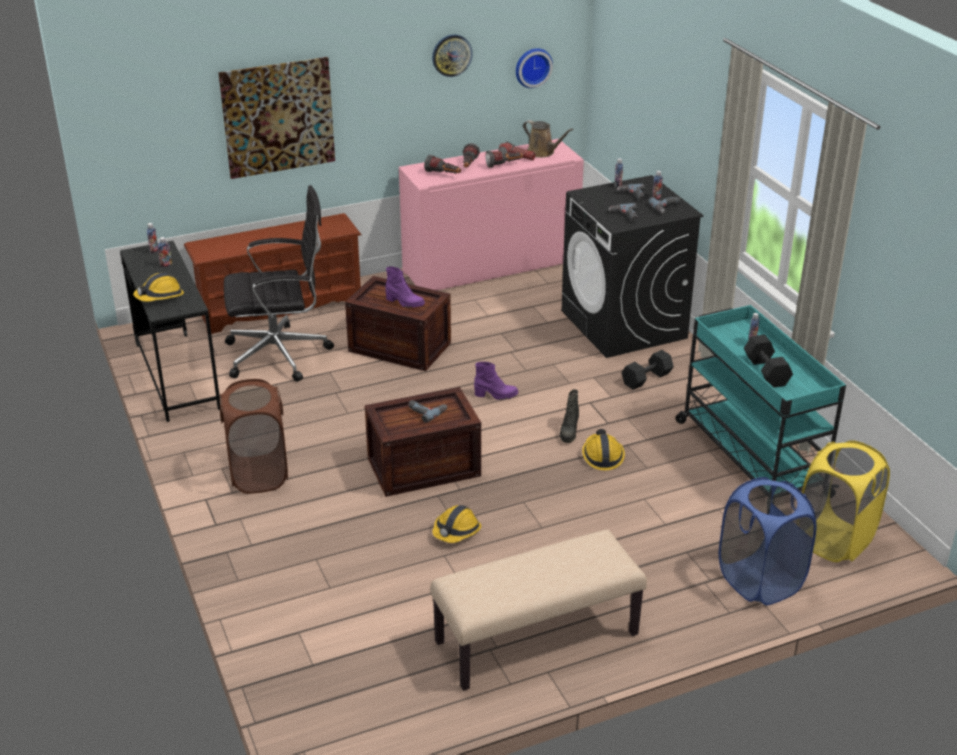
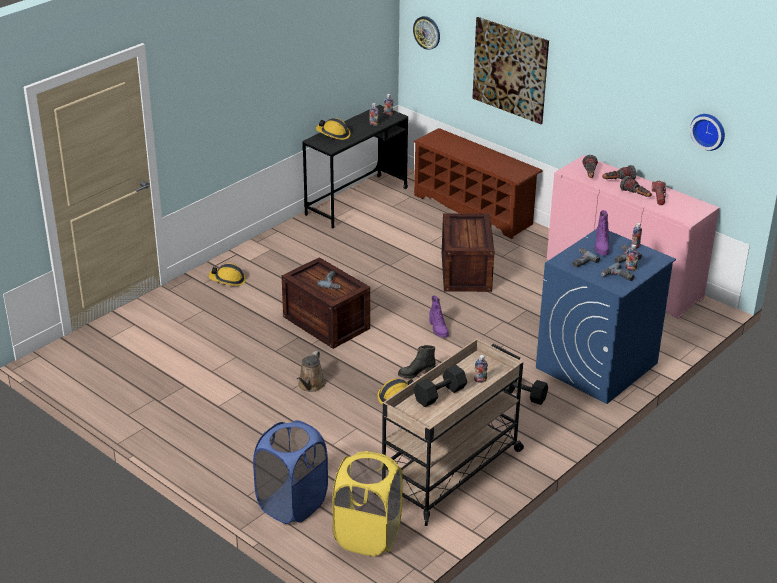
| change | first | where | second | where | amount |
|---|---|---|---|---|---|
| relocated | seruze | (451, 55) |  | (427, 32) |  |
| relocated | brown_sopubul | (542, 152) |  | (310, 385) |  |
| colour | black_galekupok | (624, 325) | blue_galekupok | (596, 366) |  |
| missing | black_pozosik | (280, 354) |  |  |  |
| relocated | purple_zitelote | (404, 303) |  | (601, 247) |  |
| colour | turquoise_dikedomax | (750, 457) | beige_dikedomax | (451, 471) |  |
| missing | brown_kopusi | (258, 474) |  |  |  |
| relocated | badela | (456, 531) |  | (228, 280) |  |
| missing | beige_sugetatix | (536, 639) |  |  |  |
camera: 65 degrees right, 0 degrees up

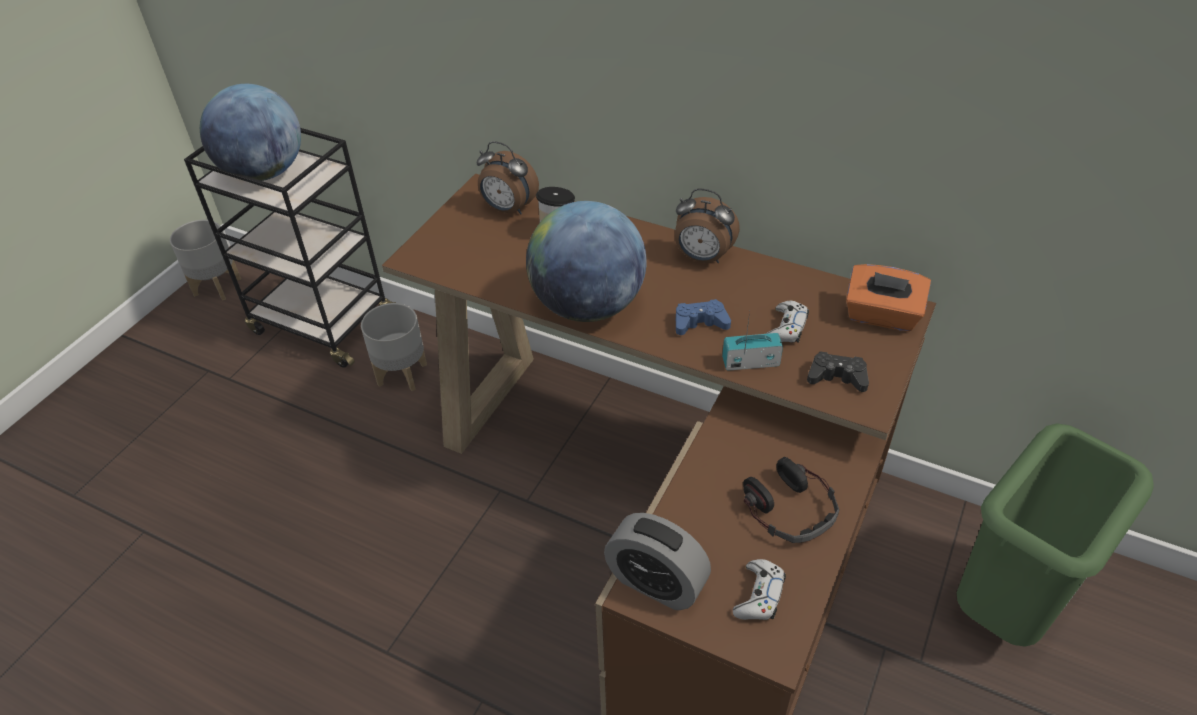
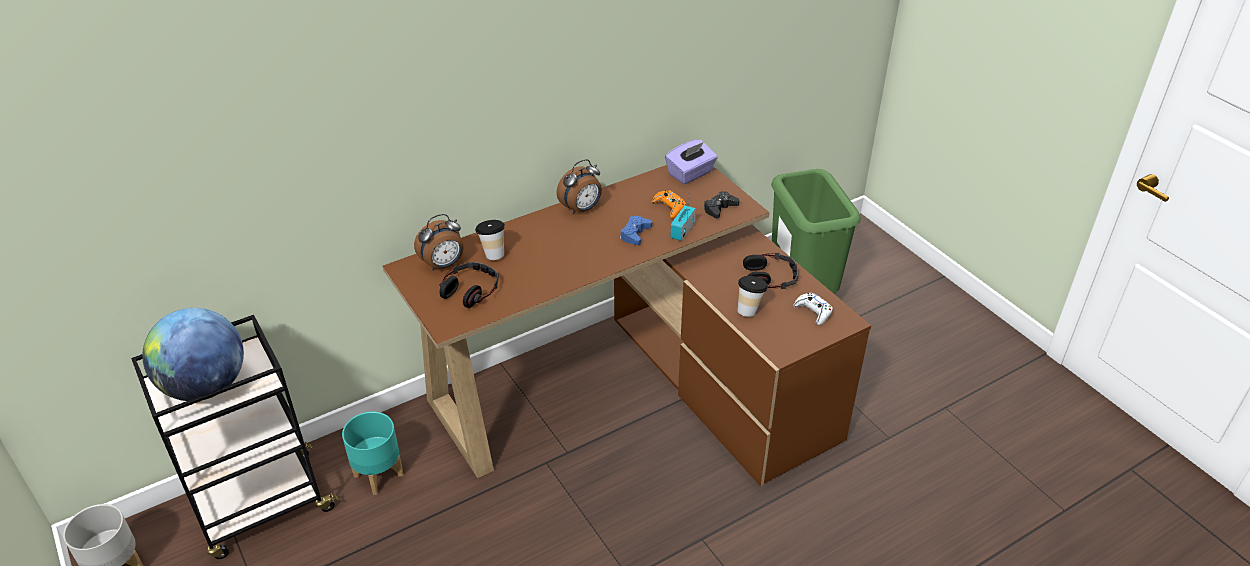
| change | first | where | second | where | amount |
|---|---|---|---|---|---|
| missing | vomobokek | (588, 306) |  |  |  |
| colour | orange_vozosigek | (881, 316) | purple_vozosigek | (690, 174) |  |
| colour | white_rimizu | (786, 328) | orange_rimizu | (669, 207) |  |
| colour | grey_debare | (403, 374) | turquoise_debare | (379, 474) |  |
| missing | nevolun | (656, 582) |  |  |  |
| appeared |  |  | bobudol | (470, 290) |  |
| appeared |  |  | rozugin | (749, 310) |  |
camera: 60 degrees left, 5 degrees down

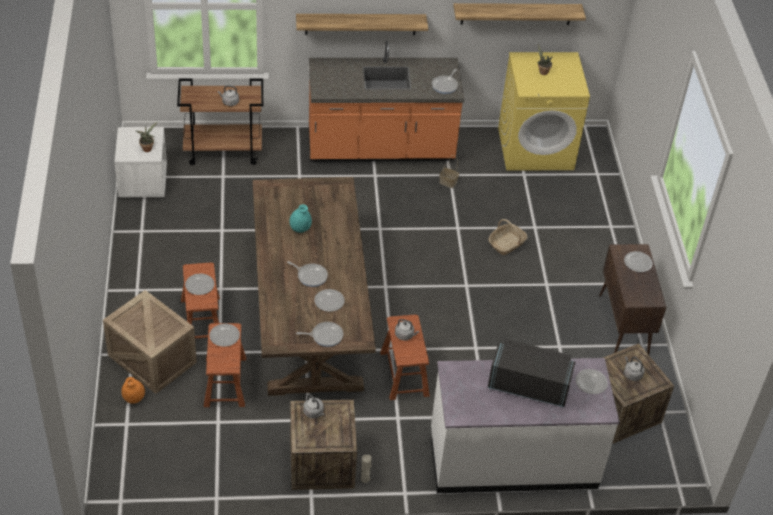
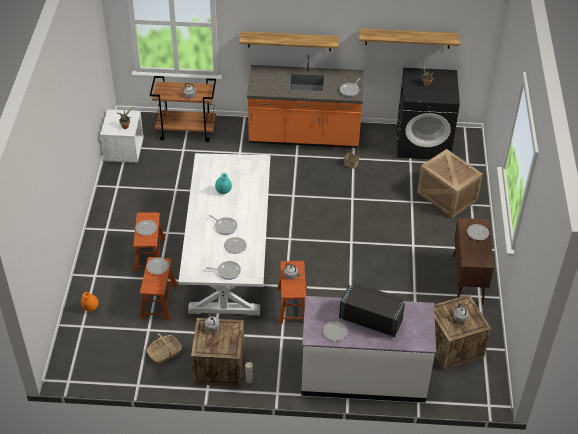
| change | first | where | second | where | amount |
|---|---|---|---|---|---|
| colour | yellow_galekupok | (536, 148) | black_galekupok | (423, 142) |  |
| colour | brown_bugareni | (308, 316) | white_bugareni | (228, 257) |  |
| relocated | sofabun | (507, 244) |  | (164, 353) |  |
| relocated | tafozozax | (153, 359) |  | (448, 196) |  |
| relocated | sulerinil | (591, 382) |  | (335, 331) |  |
camera: 10 degrees right, 0 degrees up

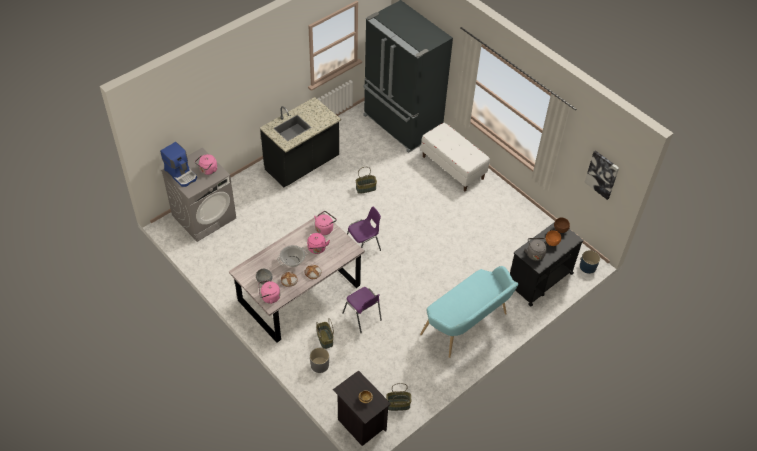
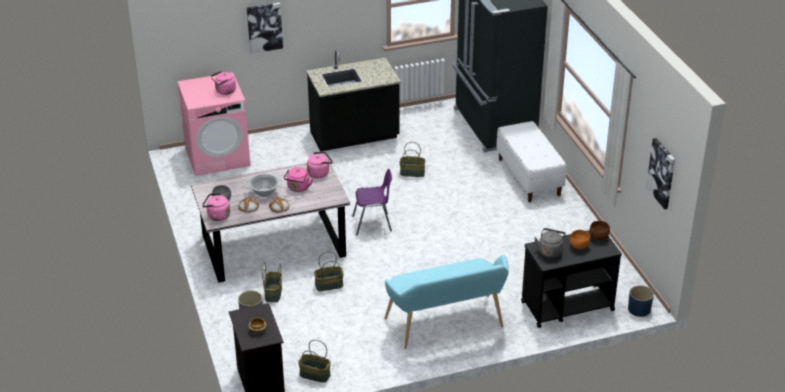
| change | first | where | second | where | amount |
|---|---|---|---|---|---|
| missing | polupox | (181, 174) |  |  |  |
| colour | grey_galekupok | (204, 216) | pink_galekupok | (218, 156) |  |
| exchanged | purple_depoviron | (362, 317) | sofabun | (329, 285) |  |
| appeared |  |  | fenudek | (264, 27) |  |
camera: 25 degrees right, 15 degrees down

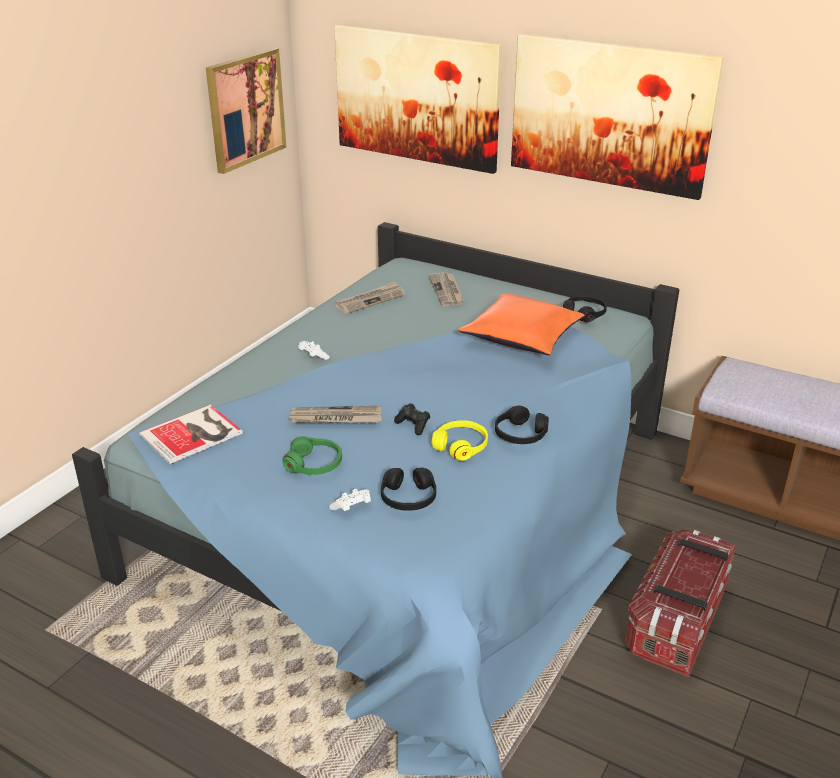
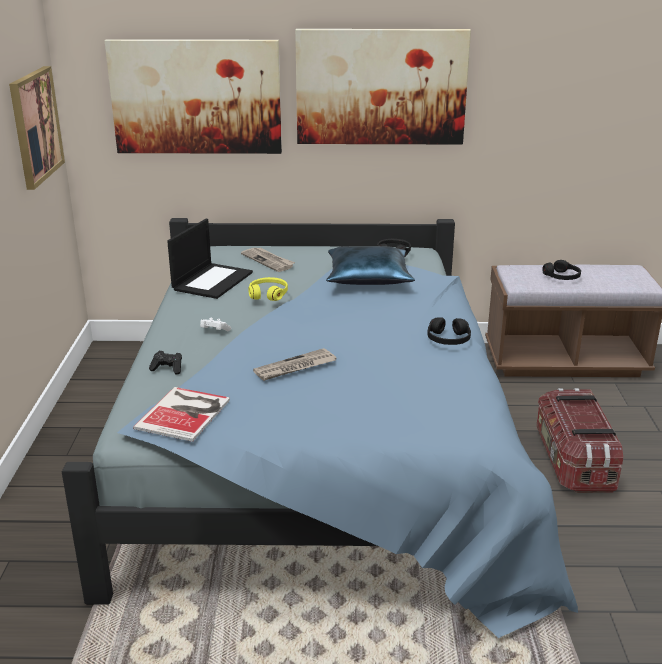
| change | first | where | second | where | amount |
|---|---|---|---|---|---|
| exchanged | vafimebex | (370, 300) | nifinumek | (212, 280) |  |
| colour | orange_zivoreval | (523, 336) | blue_zivoreval | (369, 277) |  |
| relocated | black_rimizu | (413, 425) |  | (168, 369) |  |
| relocated | yellow_bobudol | (461, 446) |  | (268, 294) |  |
| missing | green_bobudol | (314, 464) |  |  |  |
| relocated | black_bobudol | (408, 498) |  | (562, 277) |  |
| missing | white_rimizu | (352, 508) |  |  |  |
camera: 30 degrees left, 5 degrees down

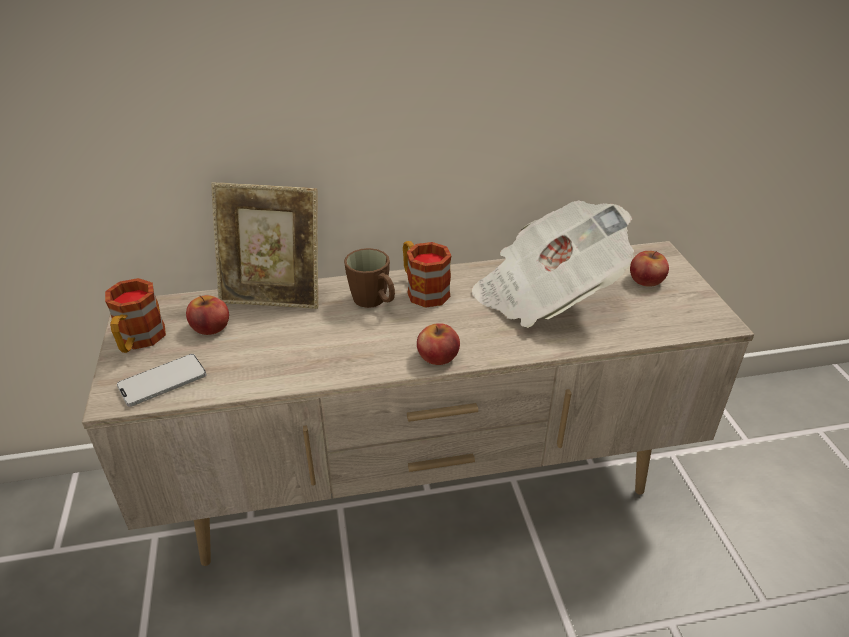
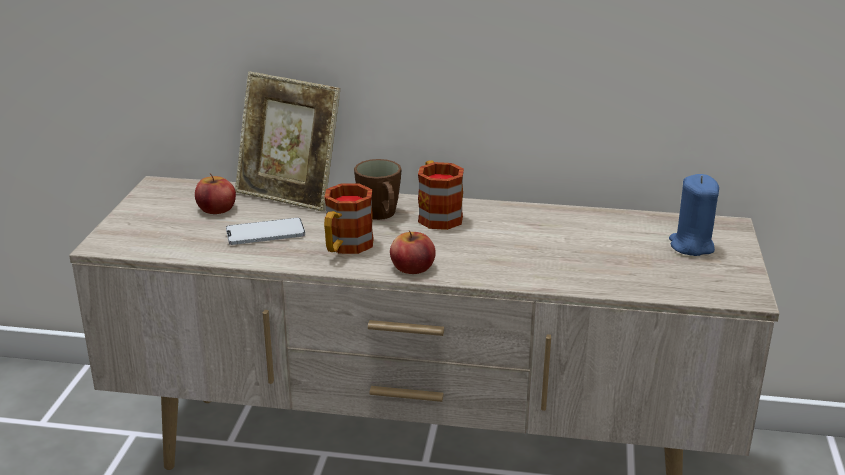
| change | first | where | second | where | amount |
|---|---|---|---|---|---|
| missing | vafimebex | (546, 294) |  |  |  |
| exchanged | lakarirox | (646, 279) | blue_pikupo | (691, 246) |  |
| relocated | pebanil | (138, 341) |  | (345, 247) |  |
| relocated | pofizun | (162, 381) |  | (265, 233) |  |
camera: 20 degrees right, 10 degrees down

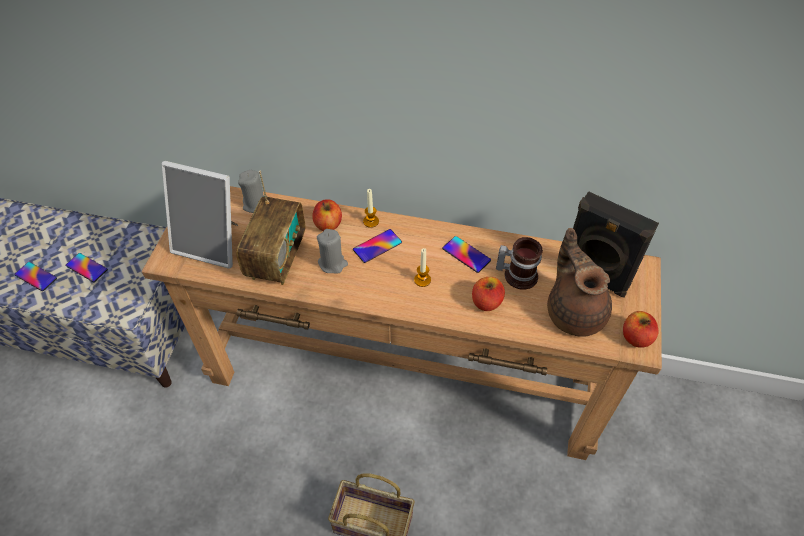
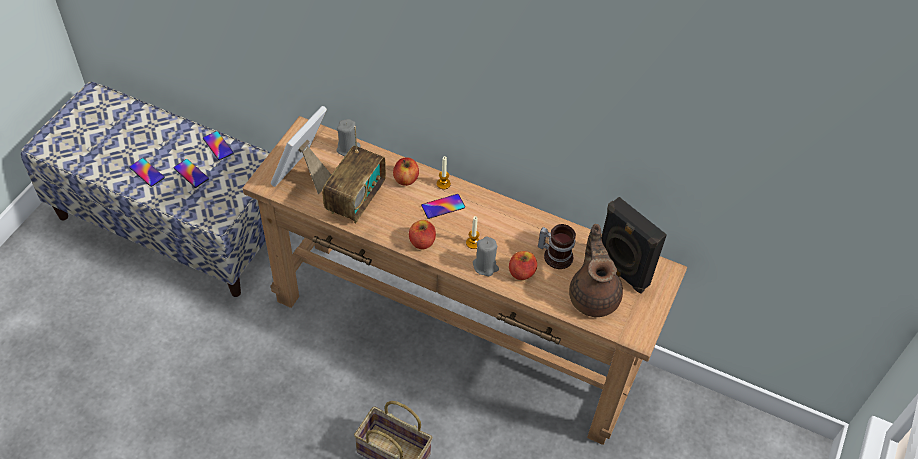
| change | first | where | second | where | amount |
|---|---|---|---|---|---|
| spun | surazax | (212, 243) |  | (304, 176) | 90 degrees clockwise |
| relocated | grey_pikupo | (332, 263) |  | (485, 266) |  |
| relocated | pofizun | (466, 254) |  | (218, 146) |  |
| relocated | lakarirox | (635, 337) |  | (422, 242) |  |
camera: 10 degrees right, 0 degrees up

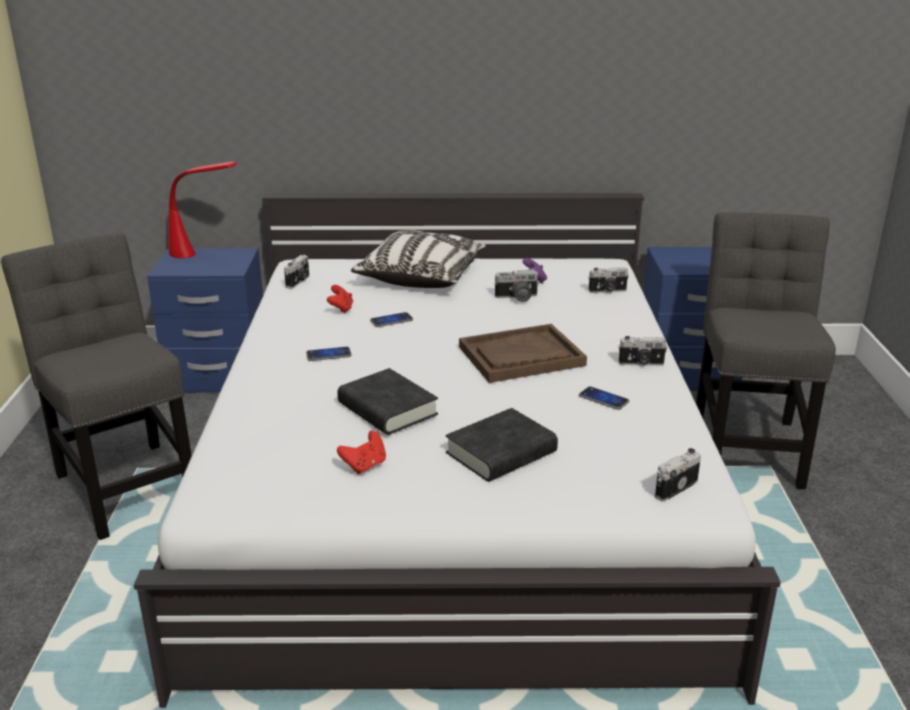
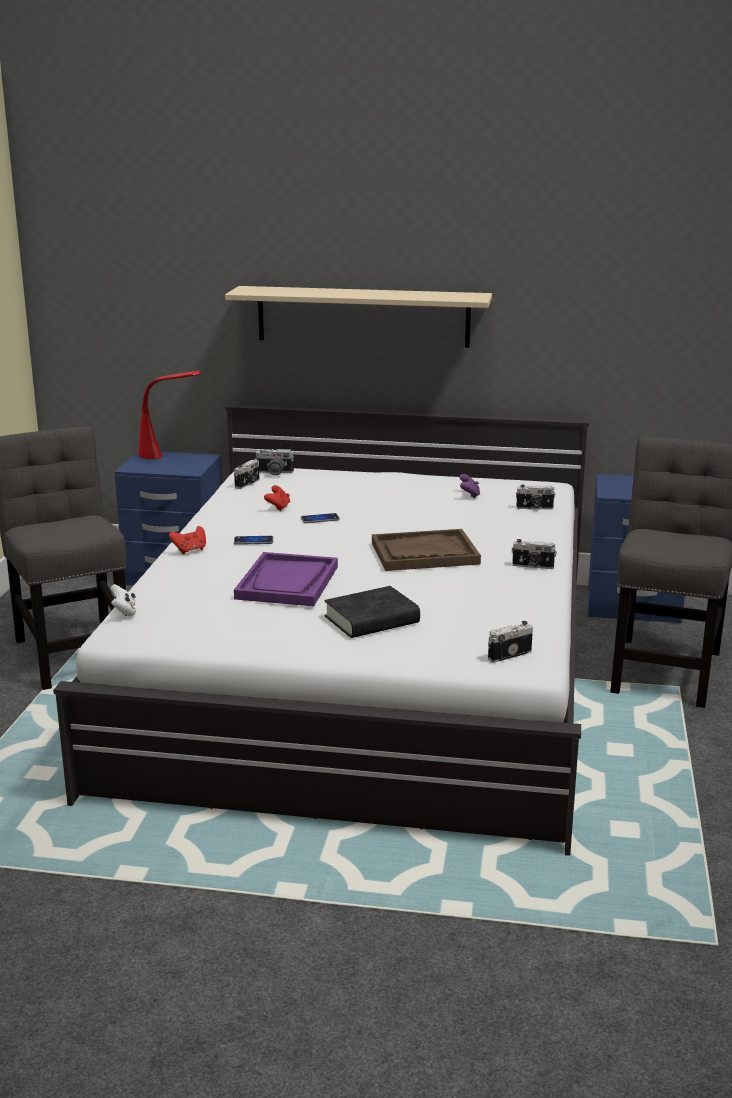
| change | first | where | second | where | amount |
|---|---|---|---|---|---|
| missing | zivoreval | (421, 276) |  |  |  |
| relocated | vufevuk | (517, 298) |  | (274, 473) |  |
| exchanged | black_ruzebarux | (387, 409) | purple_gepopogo | (287, 582) |  |
| missing | pofizun | (603, 399) |  |  |  |
| relocated | red_rimizu | (365, 466) |  | (190, 550) |  |
| appeared |  |  | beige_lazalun | (363, 316) |  |
| appeared |  |  | white_rimizu | (124, 612) |  |
camera: 10 degrees right, 5 degrees down

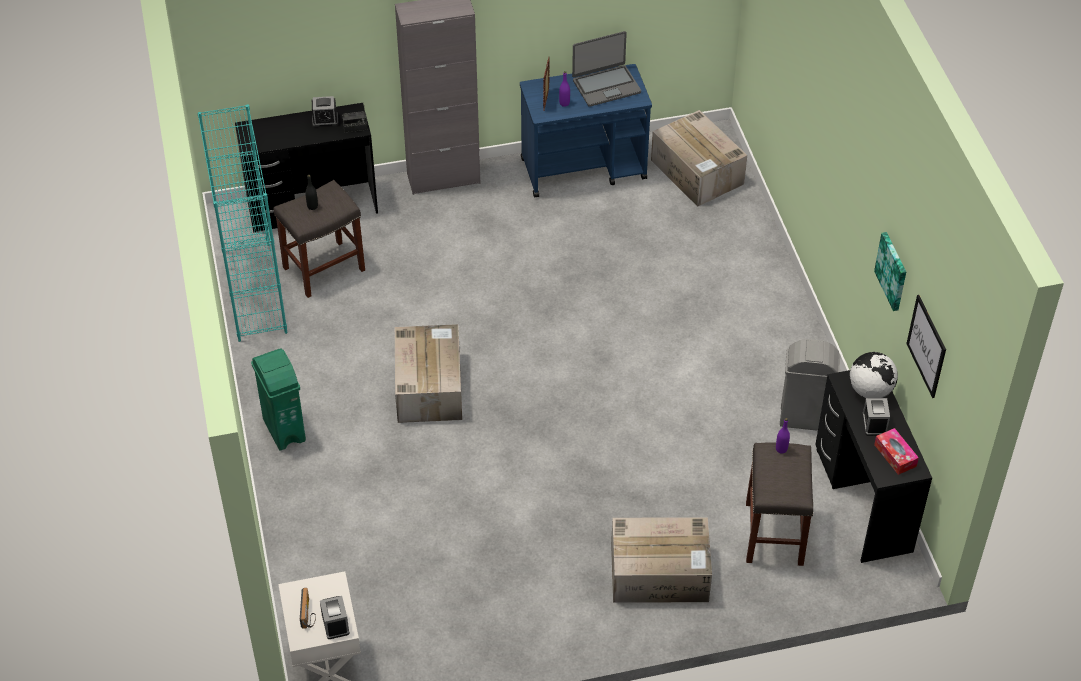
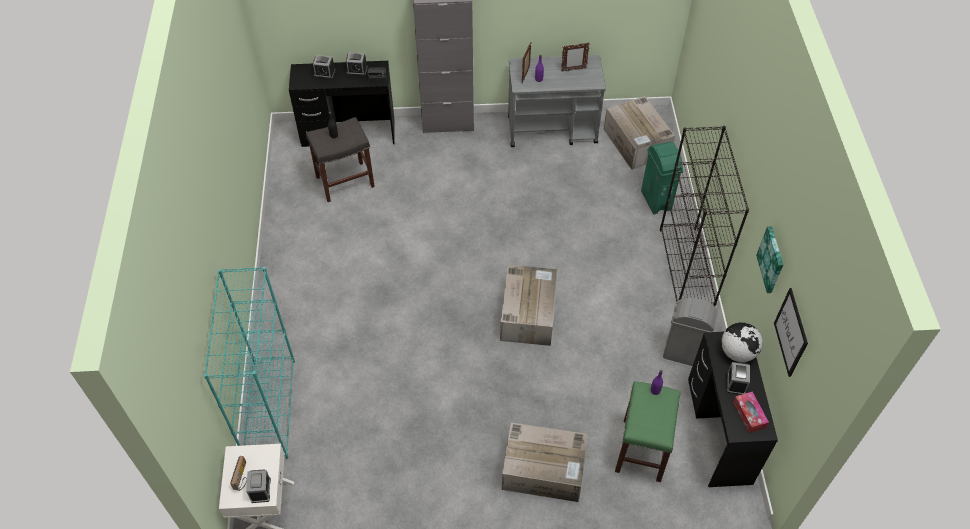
| change | first | where | second | where | amount |
|---|---|---|---|---|---|
| exchanged | nifinumek | (606, 86) | surazax | (573, 69) |  |
| colour | blue_dikedomax | (584, 169) | grey_dikedomax | (552, 129) |  |
| relocated | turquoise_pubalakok | (253, 291) |  | (270, 408) |  |
| relocated | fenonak | (428, 386) |  | (528, 313) |  |
| relocated | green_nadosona | (284, 429) |  | (656, 200) |  |
| colour | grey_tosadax | (773, 532) | green_tosadax | (641, 449) |  |
| appeared |  |  | nevolun | (324, 73) |  |
| appeared |  |  | black_pubalakok | (687, 268) |  |
camera: 10 degrees right, 5 degrees up

